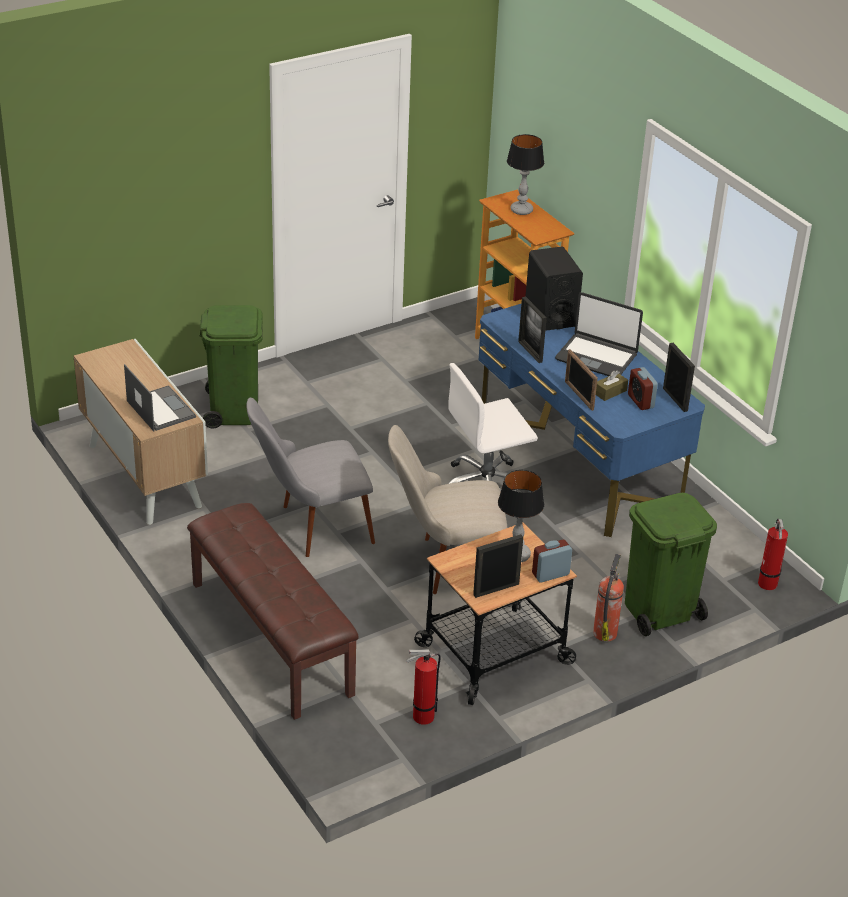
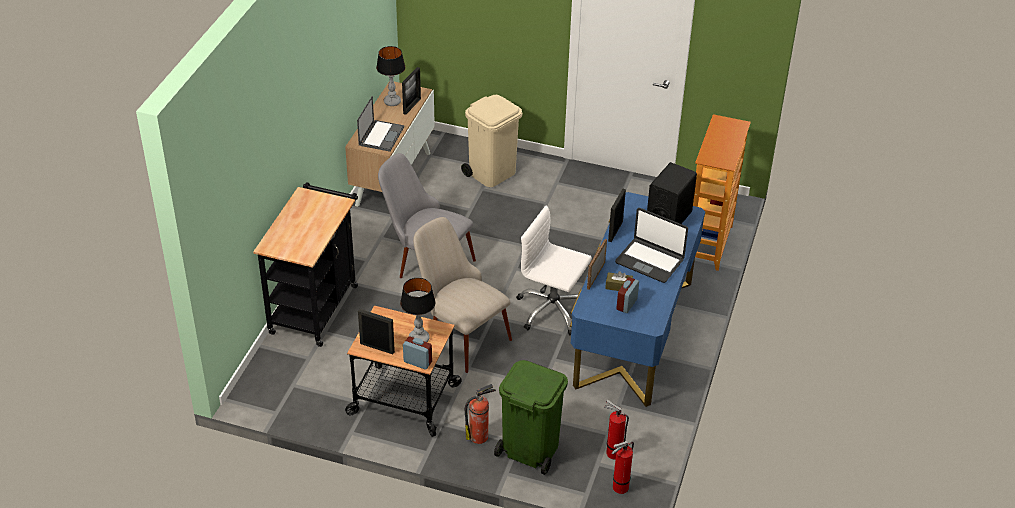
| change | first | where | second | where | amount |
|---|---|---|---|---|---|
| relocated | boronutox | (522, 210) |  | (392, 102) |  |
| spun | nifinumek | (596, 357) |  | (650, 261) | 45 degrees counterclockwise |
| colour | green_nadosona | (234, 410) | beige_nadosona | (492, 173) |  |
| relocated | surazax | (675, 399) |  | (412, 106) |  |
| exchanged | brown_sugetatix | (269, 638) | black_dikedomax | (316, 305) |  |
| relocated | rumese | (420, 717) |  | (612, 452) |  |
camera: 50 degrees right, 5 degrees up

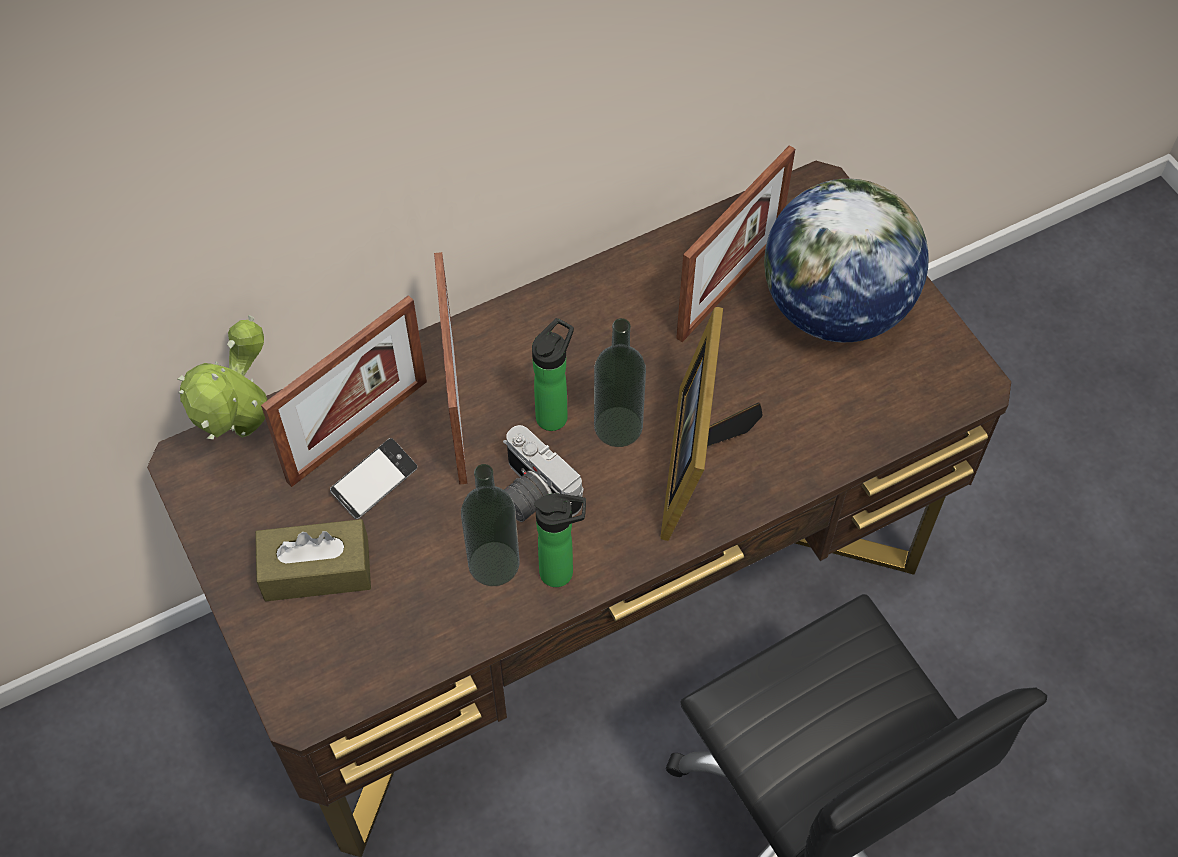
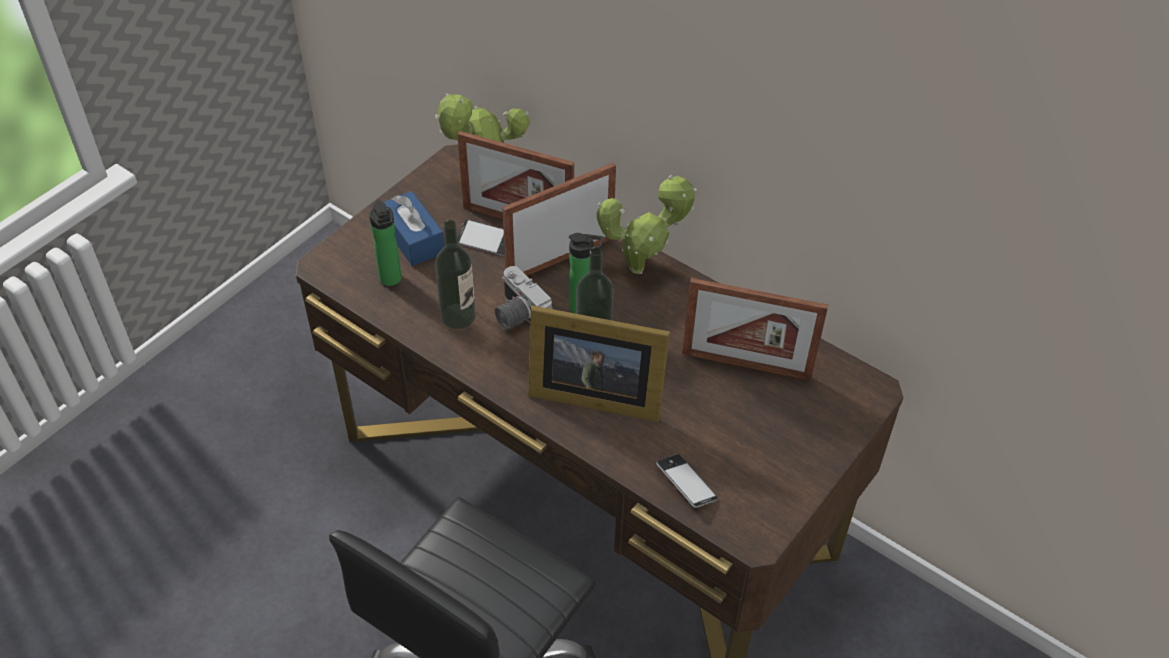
| change | first | where | second | where | amount |
|---|---|---|---|---|---|
| missing | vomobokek | (834, 308) |  |  |  |
| spun | surazax | (698, 459) |  | (592, 393) | 150 degrees counterclockwise |
| spun | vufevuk | (531, 494) |  | (518, 316) | 60 degrees counterclockwise |
| relocated | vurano | (562, 573) |  | (391, 280) |  |
| colour | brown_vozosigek | (316, 570) | blue_vozosigek | (413, 238) |  |
| appeared |  |  | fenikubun | (642, 267) |  |
| appeared |  |  | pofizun | (686, 484) |  |
camera: 65 degrees right, 10 degrees down

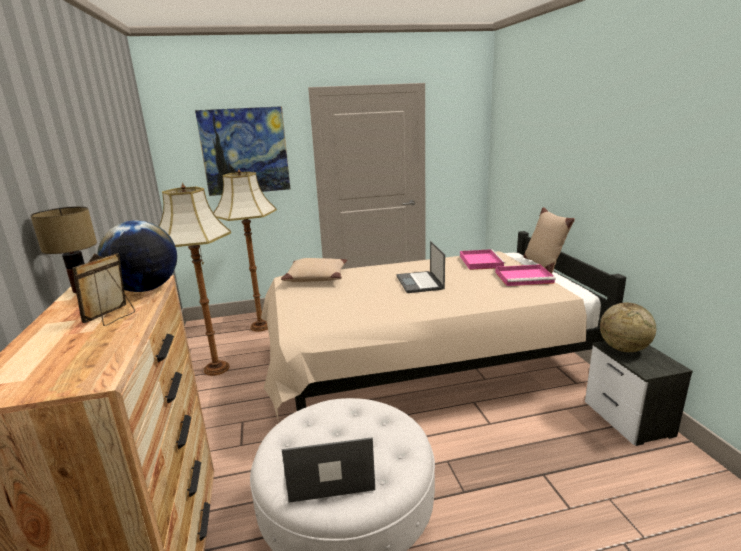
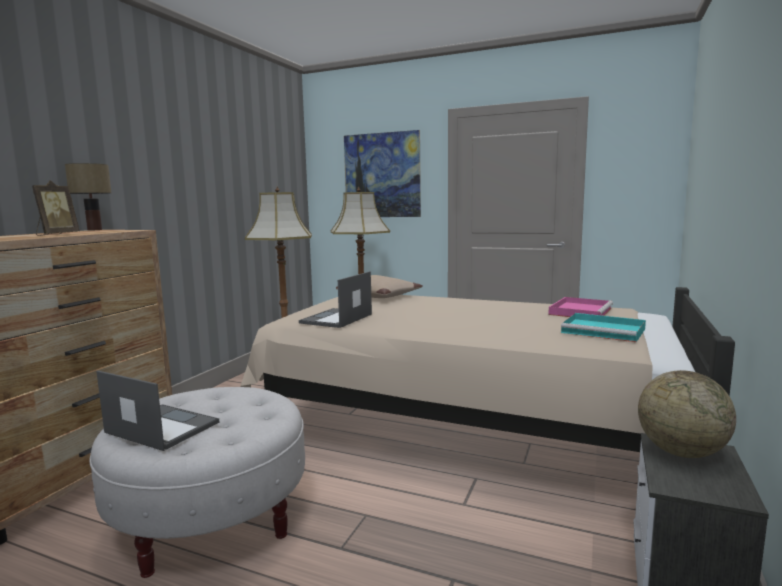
| change | first | where | second | where | amount |
|---|---|---|---|---|---|
| missing | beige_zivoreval | (543, 264) |  |  |  |
| missing | vomobokek | (146, 289) |  |  |  |
| relocated | nifinumek | (420, 283) |  | (336, 319) |  |
| spun | surazax | (112, 317) |  | (56, 234) | 135 degrees clockwise |
| colour | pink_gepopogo | (525, 277) | turquoise_gepopogo | (605, 331) |  |
camera: 35 degrees right, 10 degrees down

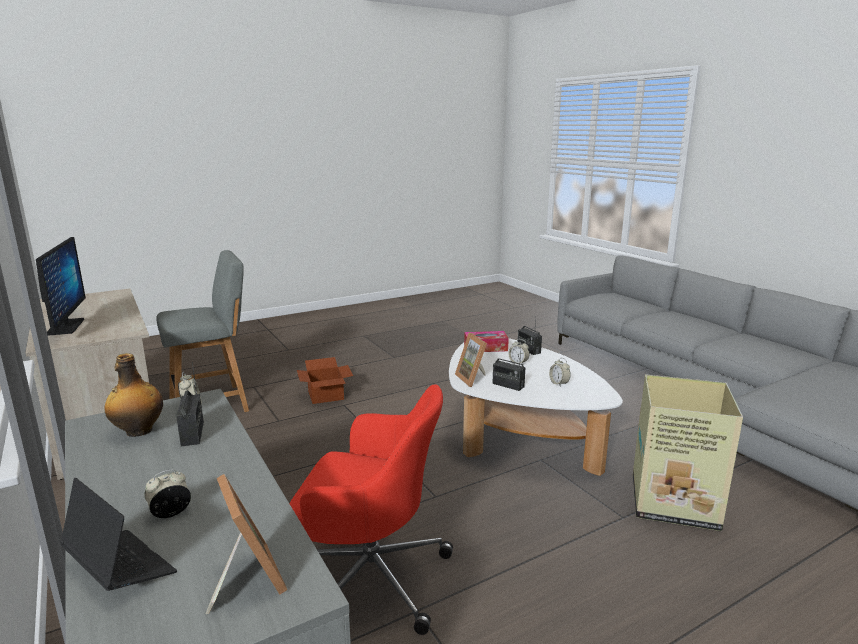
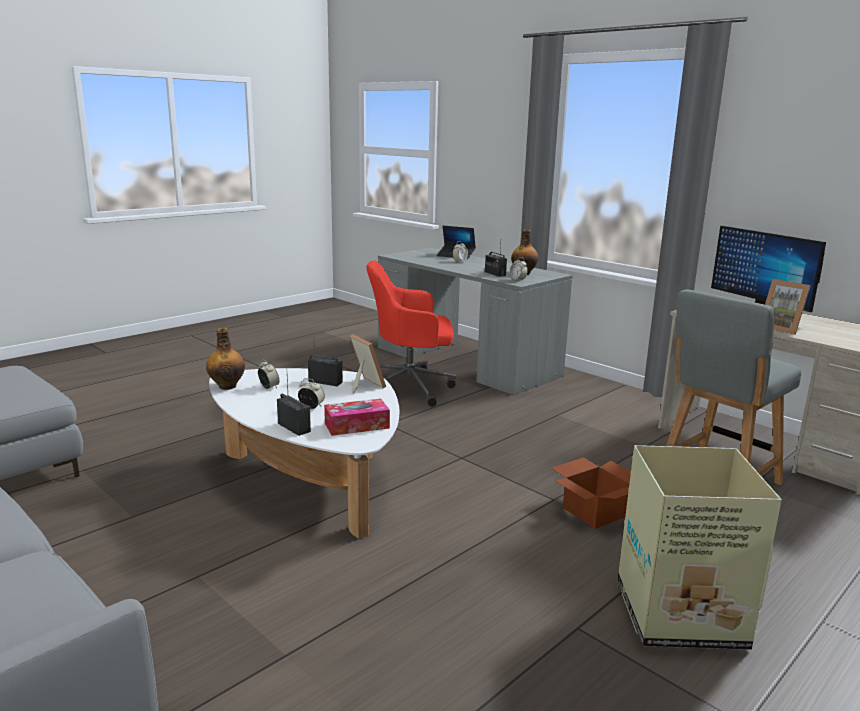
| change | first | where | second | where | amount |
|---|---|---|---|---|---|
| relocated | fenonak | (675, 503) |  | (676, 614) |  |
| relocated | surazax | (245, 579) |  | (781, 329) |  |
| appeared |  |  | vurano | (227, 386) |  |
camera: 165 degrees right, 0 degrees up

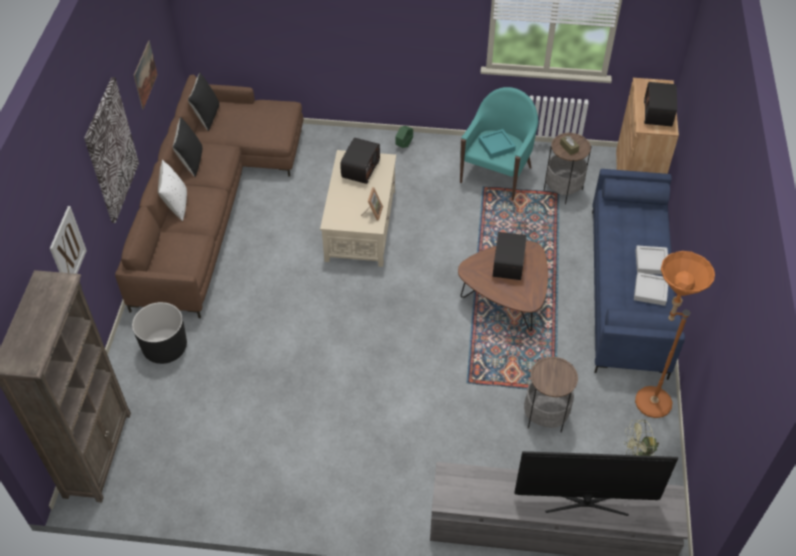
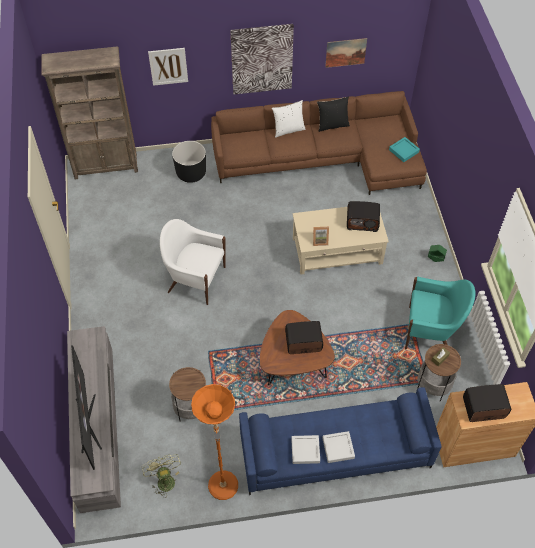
| change | first | where | second | where | amount |
|---|---|---|---|---|---|
| missing | black_zivoreval | (207, 116) |  |  |  |
| relocated | turquoise_gepopogo | (496, 146) |  | (403, 151) |  |
| appeared |  |  | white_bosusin | (195, 279) |  |
camera: 75 degrees right, 5 degrees up

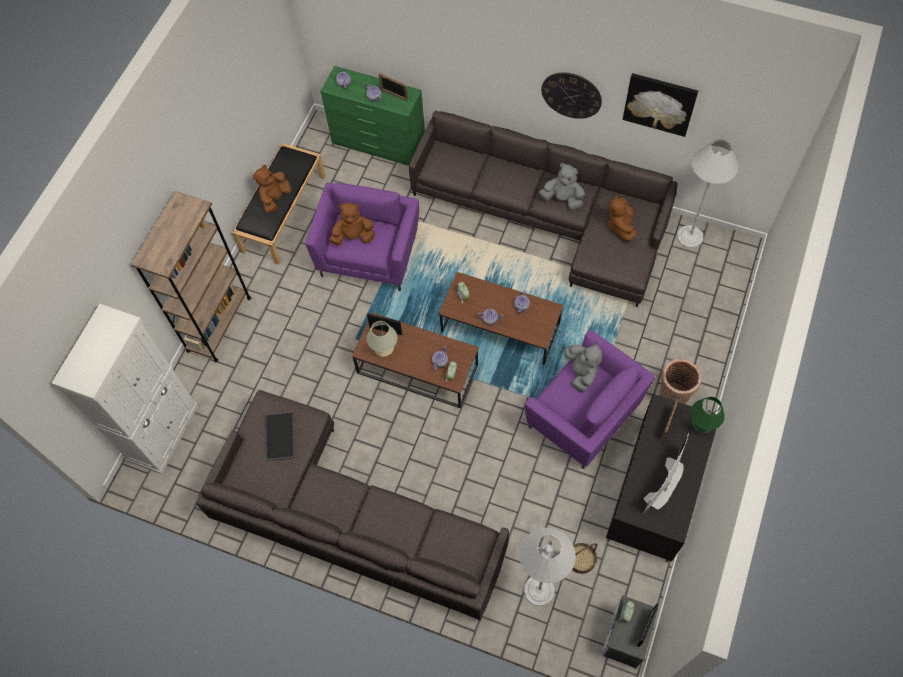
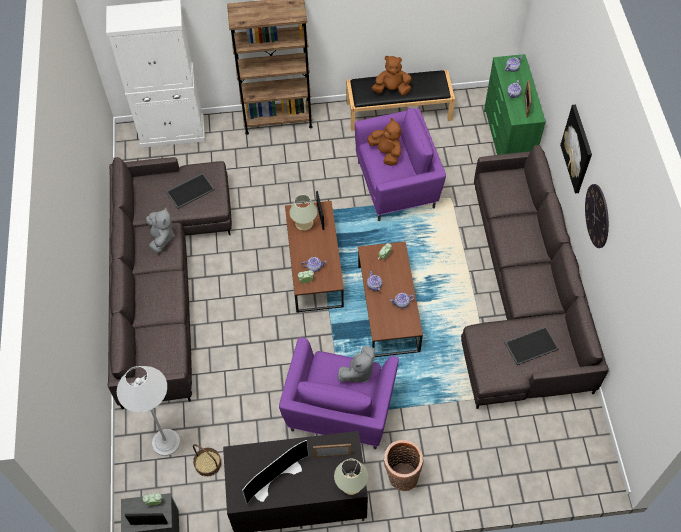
| change | first | where | second | where | amount |
|---|---|---|---|---|---|
| relocated | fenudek | (659, 103) |  | (577, 149) |  |
| missing | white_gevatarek | (690, 236) |  |  |  |
| relocated | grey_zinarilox | (562, 199) |  | (161, 238) |  |
| exchanged | brown_zinarilox | (620, 226) | gepopogo | (531, 345) |  |
| colour | green_boronutox | (702, 423) | beige_boronutox | (351, 484) |  |
| spun | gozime | (666, 484) |  | (275, 476) | 135 degrees clockwise |
camera: 60 degrees right, 5 degrees down

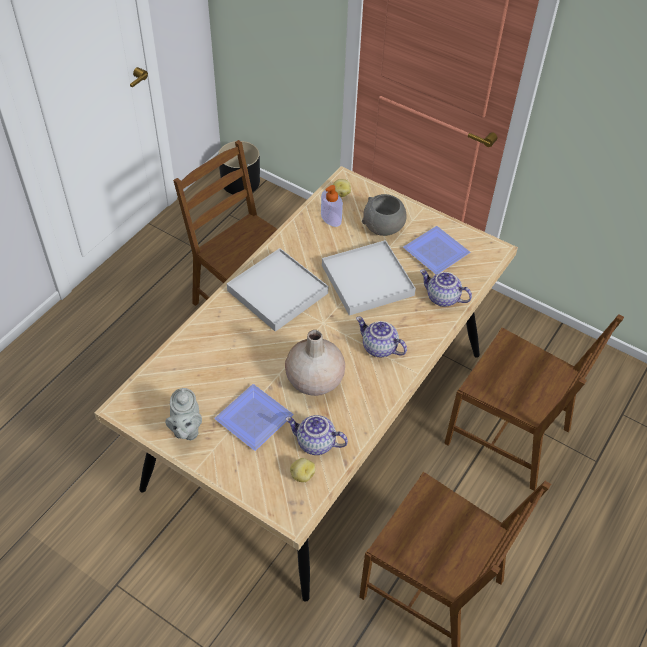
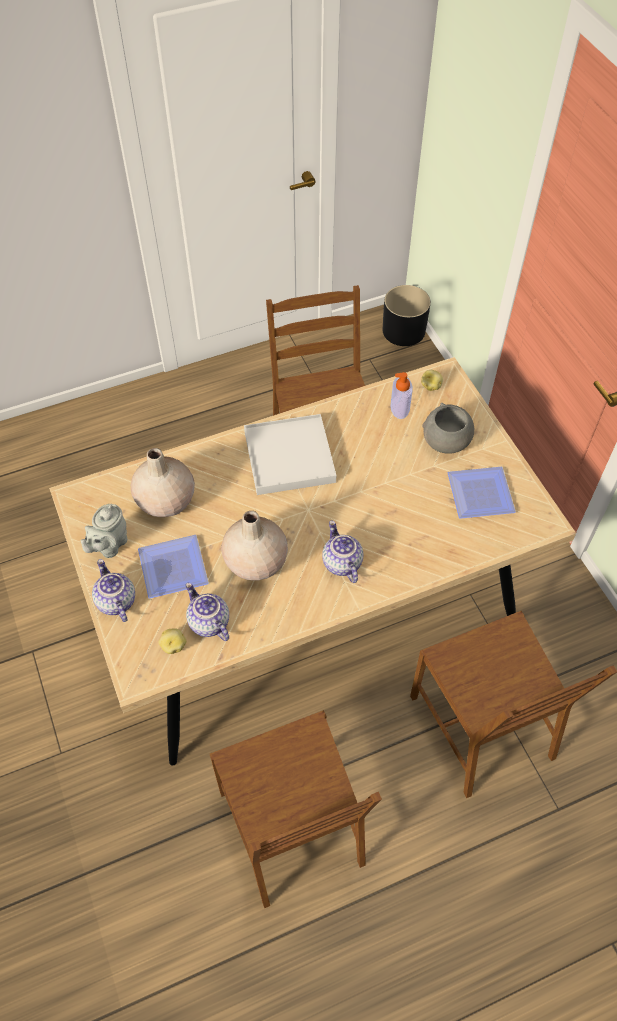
| change | first | where | second | where | amount |
|---|---|---|---|---|---|
| missing | white_gepopogo | (367, 280) |  |  |  |
| relocated | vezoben | (442, 298) |  | (115, 601) |  |
| appeared |  |  | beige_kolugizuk | (165, 500) |  |
camera: 35 degrees right, 5 degrees up

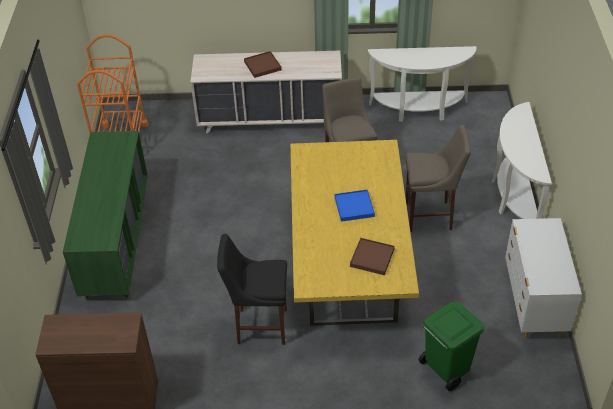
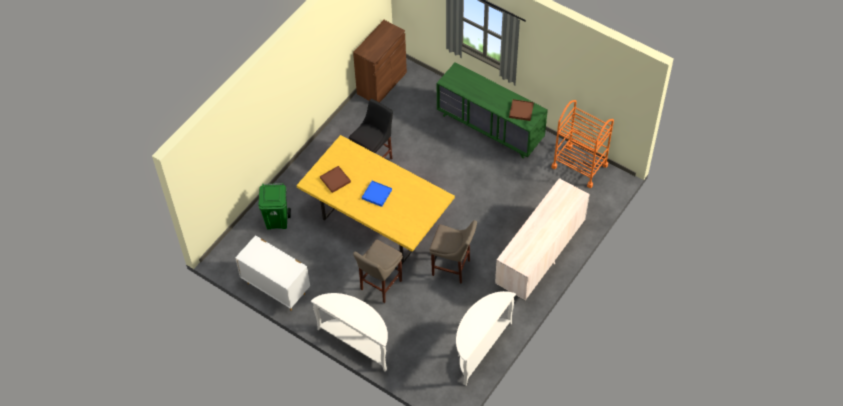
| change | first | where | second | where | amount |
|---|---|---|---|---|---|
| relocated | brown_gepopogo | (262, 66) |  | (521, 111) |  |
camera: 125 degrees right, 10 degrees up

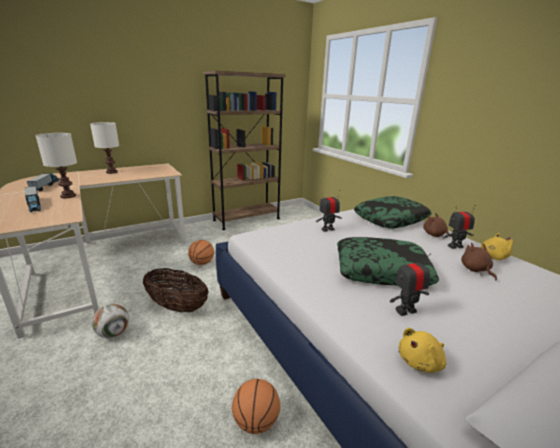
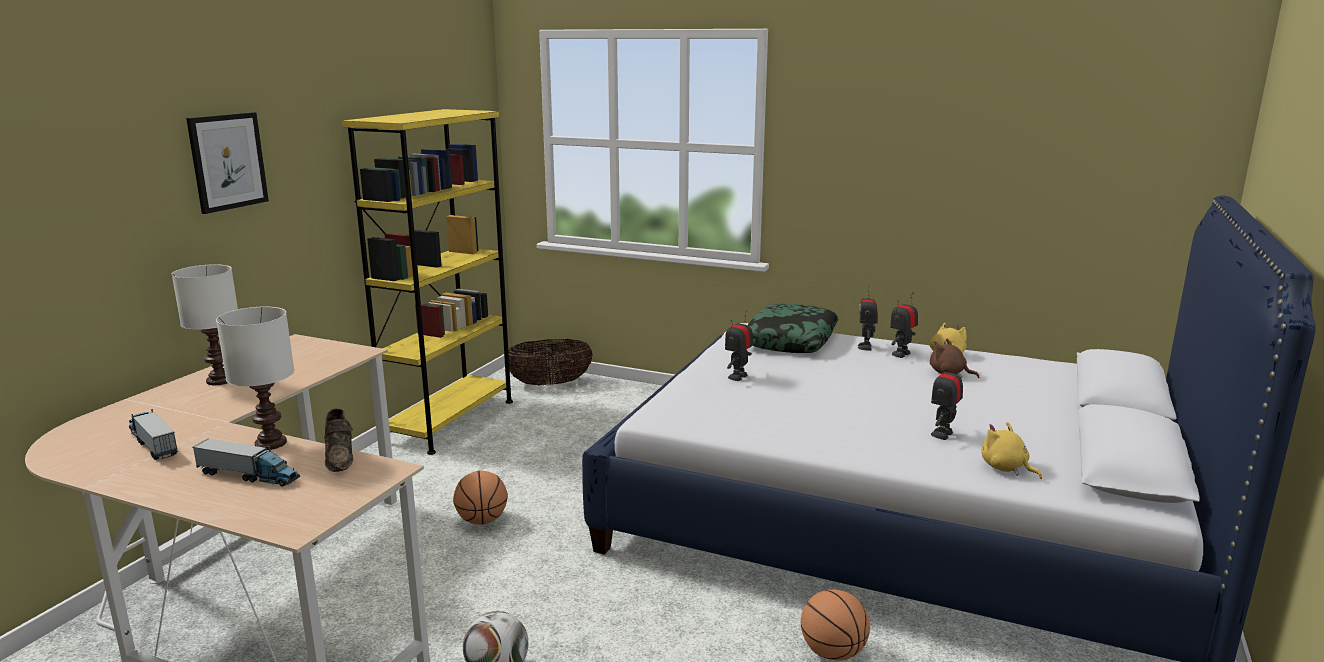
| change | first | where | second | where | amount |
|---|---|---|---|---|---|
| colour | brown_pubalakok | (246, 219) | yellow_pubalakok | (450, 421) |  |
| exchanged | brown_zinarilox | (435, 235) | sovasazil | (865, 347) |  |
| missing | zivoreval | (381, 270) |  |  |  |
| relocated | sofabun | (177, 307) |  | (550, 384) |  |
| spun | yellow_zinarilox | (421, 362) |  | (1005, 468) | 120 degrees clockwise |
| appeared |  |  | fenudek | (228, 161) |  |
| appeared |  |  | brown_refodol | (340, 457) |  |
camera: 35 degrees left, 5 degrees down

